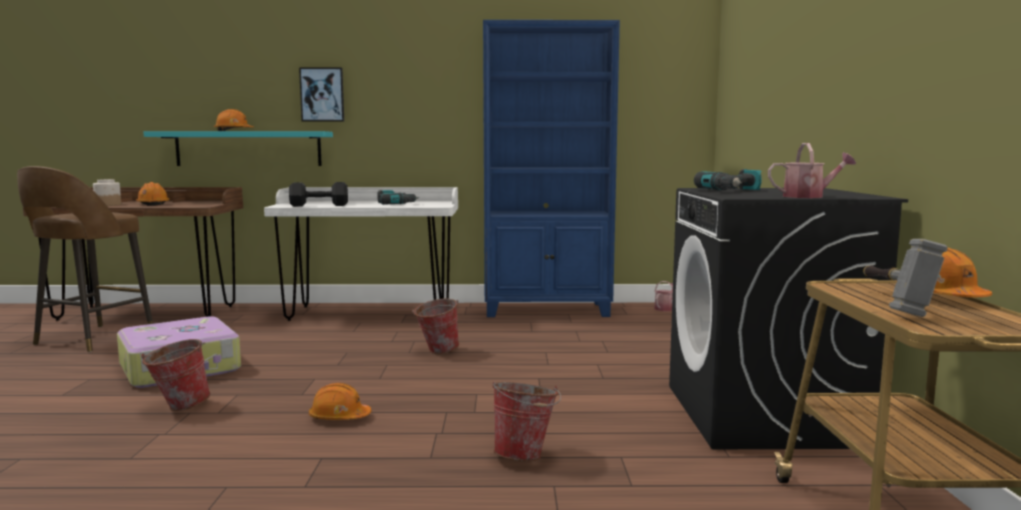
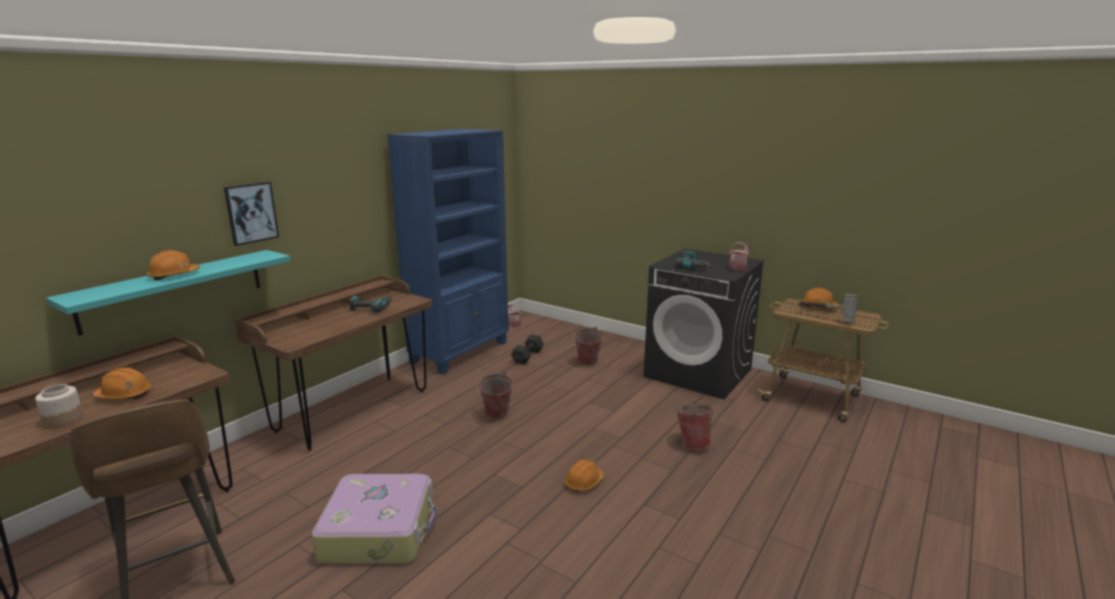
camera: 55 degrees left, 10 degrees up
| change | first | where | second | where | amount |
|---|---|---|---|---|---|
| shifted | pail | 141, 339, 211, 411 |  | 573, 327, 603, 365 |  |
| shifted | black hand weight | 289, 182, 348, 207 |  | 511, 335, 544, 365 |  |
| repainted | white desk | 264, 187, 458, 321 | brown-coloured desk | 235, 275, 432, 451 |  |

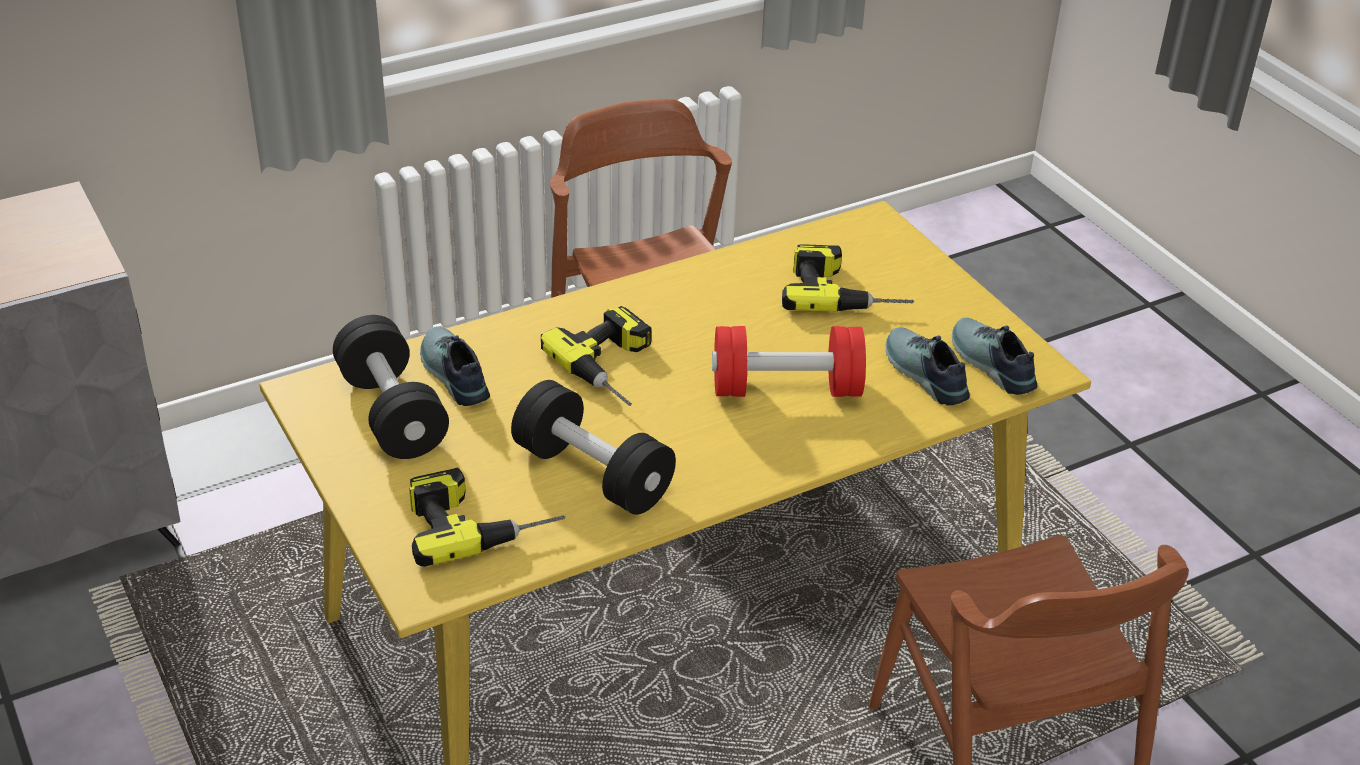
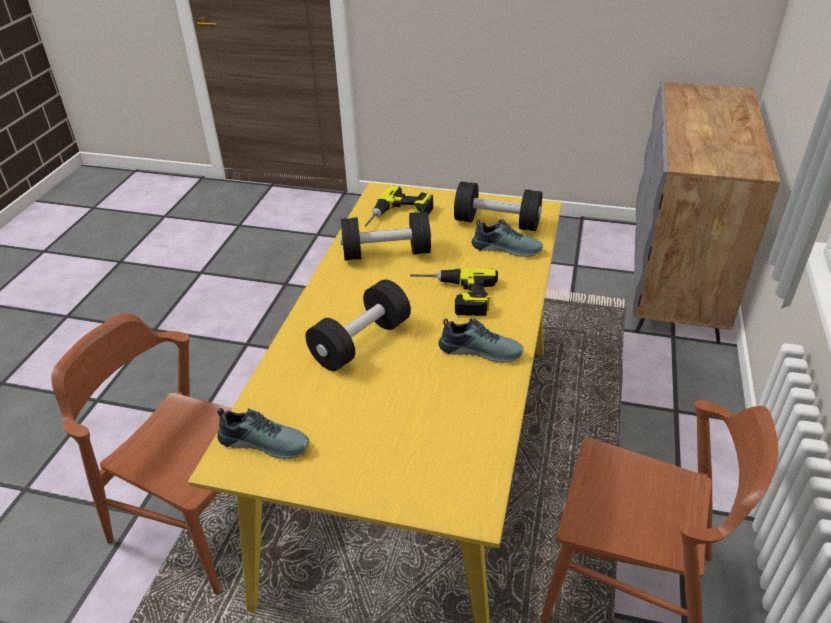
camera: 135 degrees right, 0 degrees up
| change | first | where | second | where | amount |
|---|---|---|---|---|---|
| gone | electric drill | 782, 244, 914, 312 |  |  |  |
| shifted | low shoe | 886, 327, 970, 405 |  | 439, 318, 523, 363 |  |
| repainted | red hand weight | 712, 326, 866, 397 | black hand weight | 306, 279, 411, 371 |  |

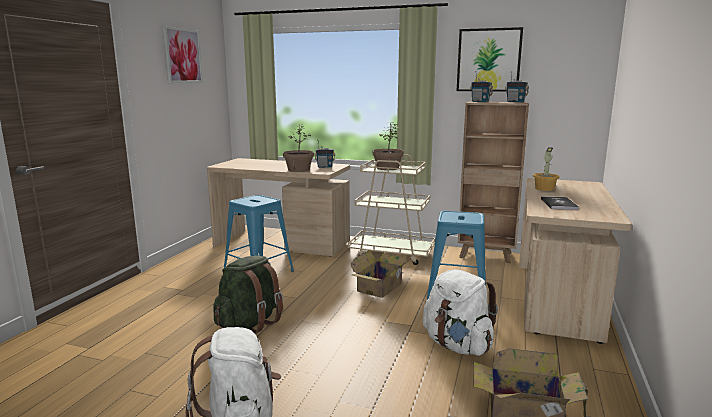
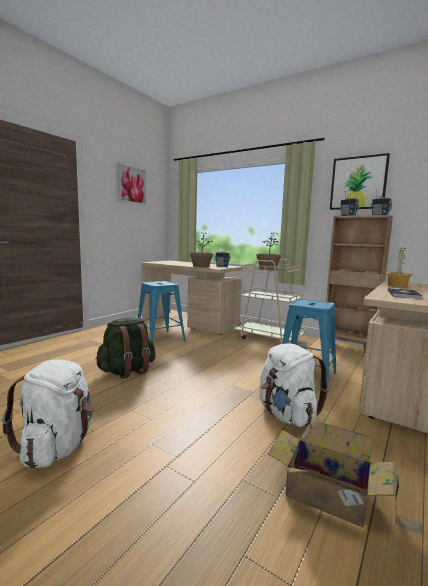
camera: 15 degrees right, 5 degrees down
| change | first | where | second | where | amount |
|---|---|---|---|---|---|
| gone | cardboard box | 351, 250, 409, 298 |  |  |  |

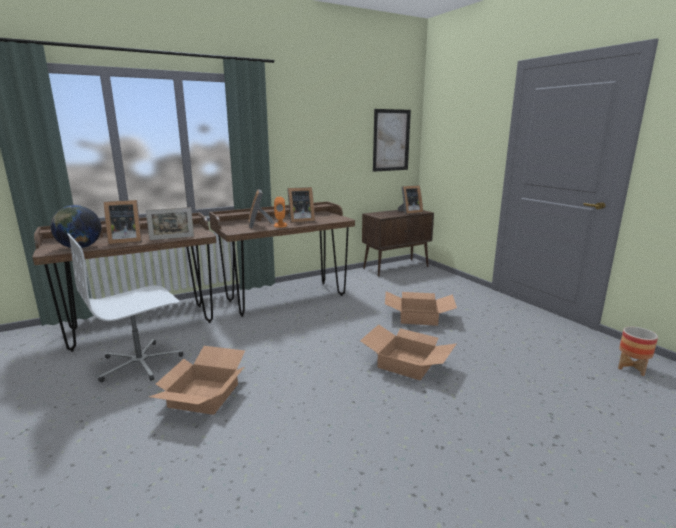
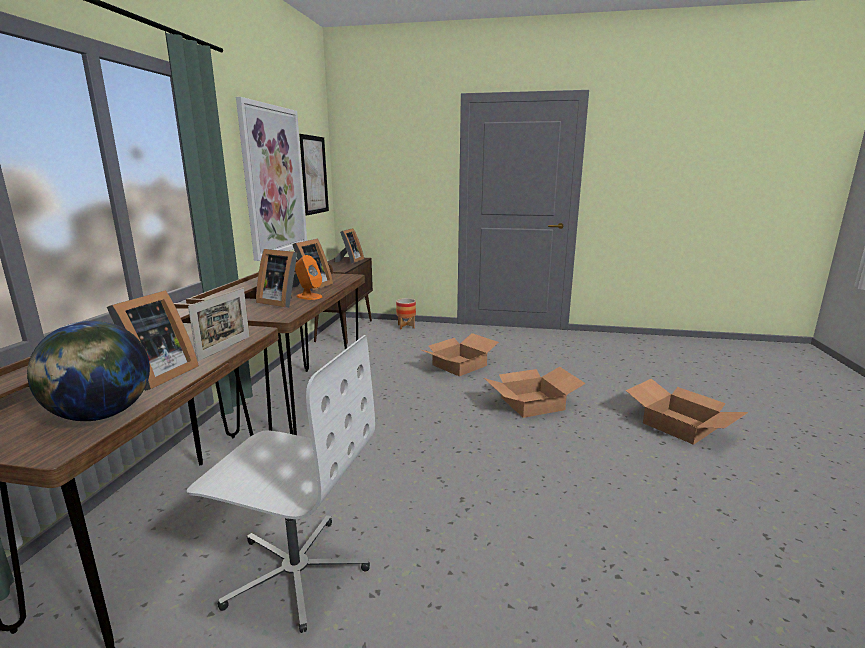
camera: 50 degrees left, 0 degrees up
| change | first | where | second | where | amount |
|---|---|---|---|---|---|
| new |  |  | wall art | 236, 97, 307, 261 |  |
| shifted | cardboard box | 149, 346, 245, 415 |  | 626, 379, 748, 445 |  |
| shifted | flower pot | 618, 327, 658, 376 |  | 396, 298, 416, 329 |  |
| rotated | white office chair | 67, 233, 183, 382 |  | 187, 335, 375, 633 | 75 degrees counterclockwise |

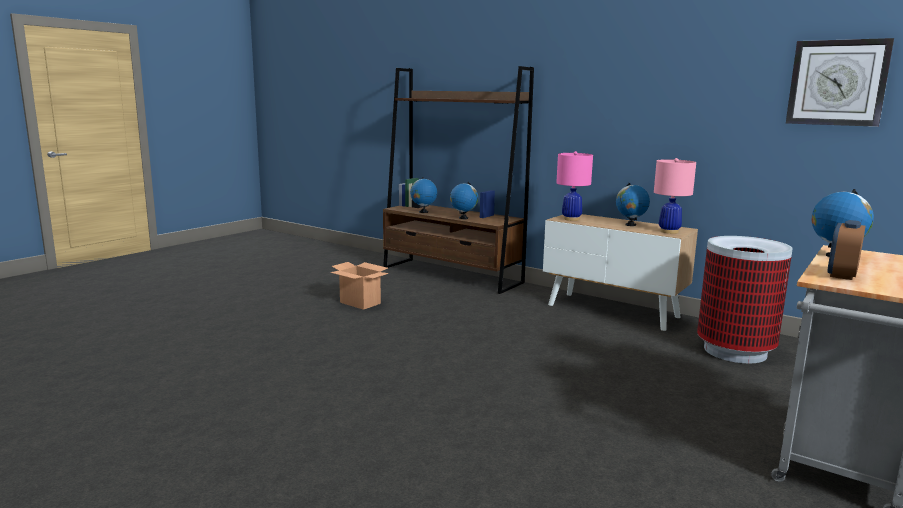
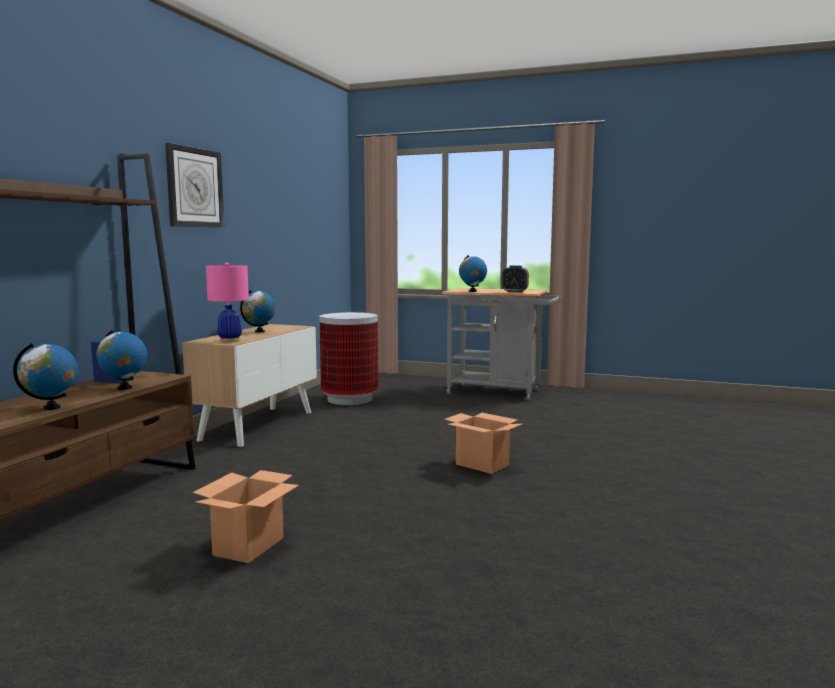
camera: 105 degrees left, 5 degrees down
| change | first | where | second | where | amount |
|---|---|---|---|---|---|
| gone | pinkish table lamp | 654, 158, 696, 234 |  |  |  |
| new |  |  | cardboard box | 444, 413, 522, 474 |  |
| shifted | wall clock | 786, 38, 894, 127 |  | 165, 143, 224, 228 |  |

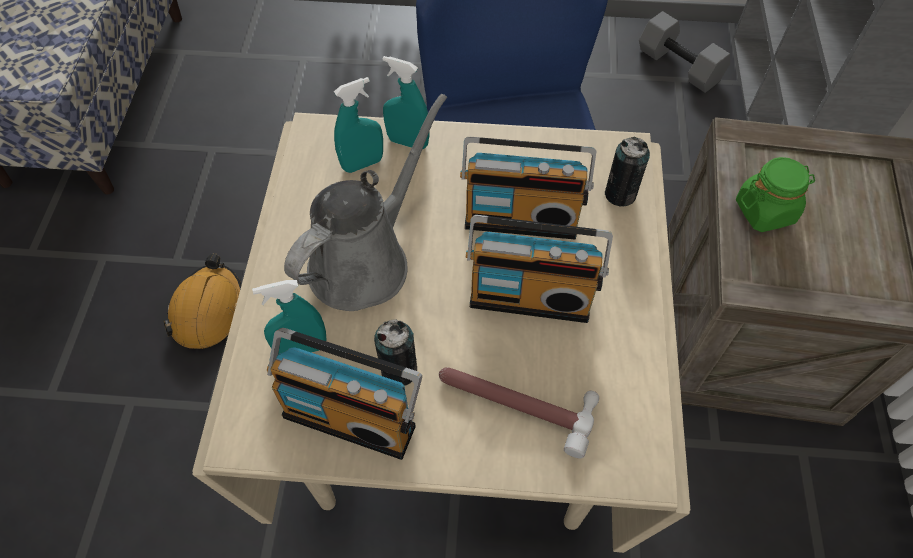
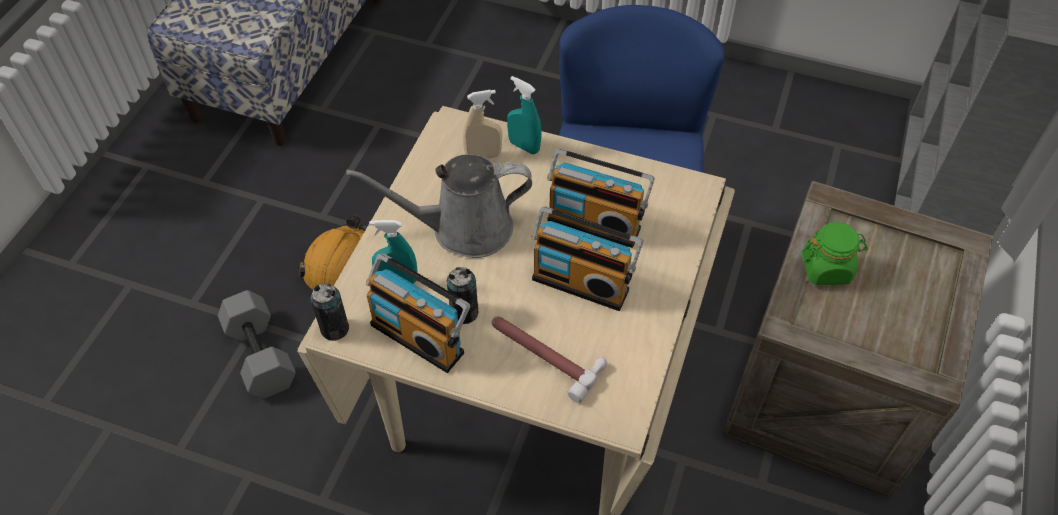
camera: 15 degrees right, 5 degrees down
| change | first | where | second | where | amount |
|---|---|---|---|---|---|
| shifted | can | 605, 137, 650, 207 |  | 311, 283, 349, 341 |  |
| shifted | grey hand weight | 639, 11, 730, 93 |  | 218, 290, 296, 399 |  |
| repainted | blue-green spray bottle | 334, 77, 383, 173 | sand-coloured spray bottle | 463, 90, 502, 159 |  |
| rotated | grey watering can | 284, 94, 447, 311 |  | 346, 154, 532, 258 | 150 degrees counterclockwise |

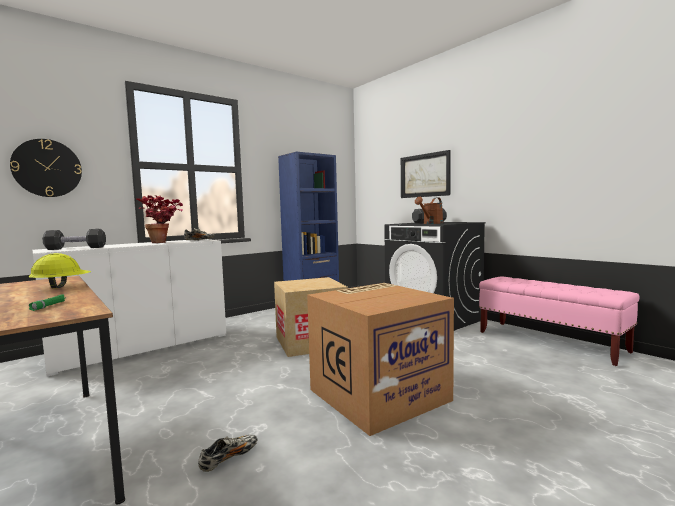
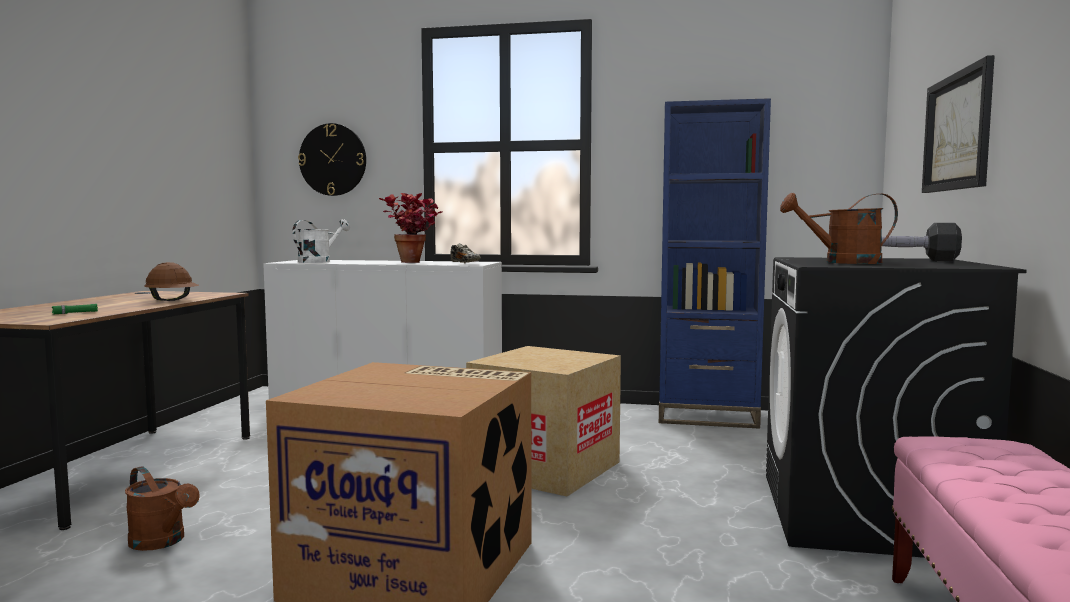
camera: 50 degrees right, 0 degrees up
| change | first | where | second | where | amount |
|---|---|---|---|---|---|
| swapped | black hand weight | 42, 229, 106, 250 | white watering can | 292, 219, 350, 263 |  |
| swapped | low shoe | 198, 435, 257, 472 | brown-coloured watering can | 125, 466, 200, 551 |  |
| repainted | yellowish hard hat | 28, 253, 91, 288 | brown-coloured hard hat | 144, 262, 199, 301 |  |

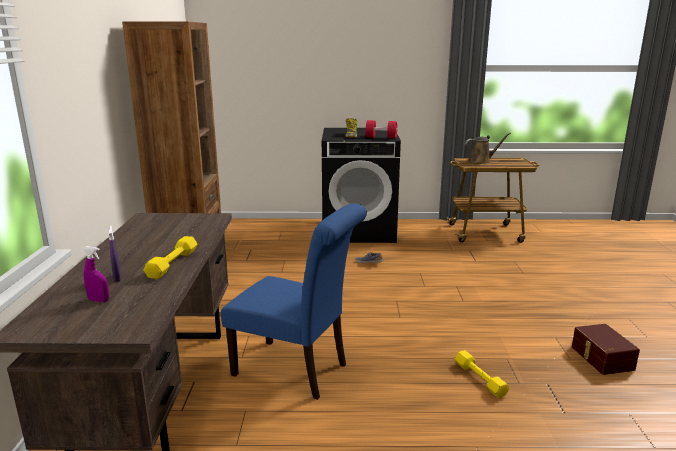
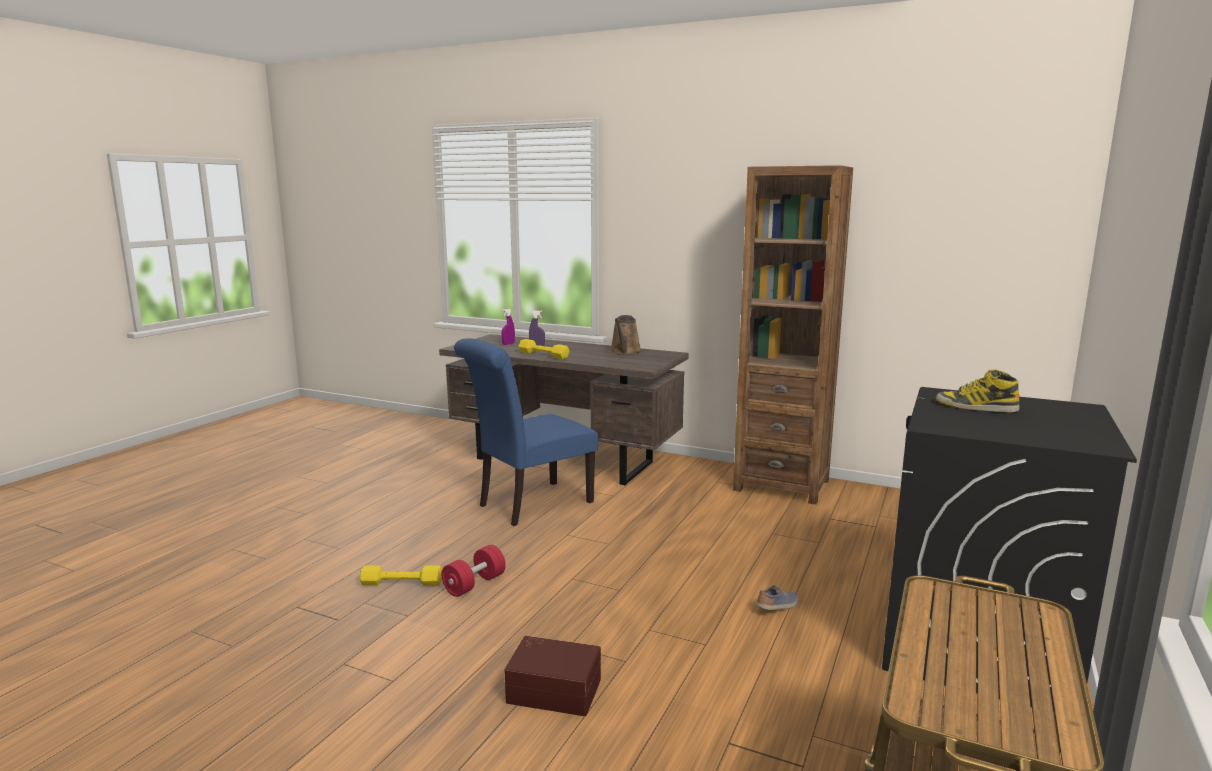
camera: 115 degrees right, 5 degrees down
| change | first | where | second | where | amount |
|---|---|---|---|---|---|
| shifted | red hand weight | 366, 120, 398, 139 |  | 442, 545, 506, 597 |  |
| shifted | brown-coloured watering can | 465, 132, 511, 164 |  | 610, 315, 642, 355 |  |
| shifted | brown-coloured storage container | 572, 324, 640, 375 |  | 505, 636, 601, 716 |  |

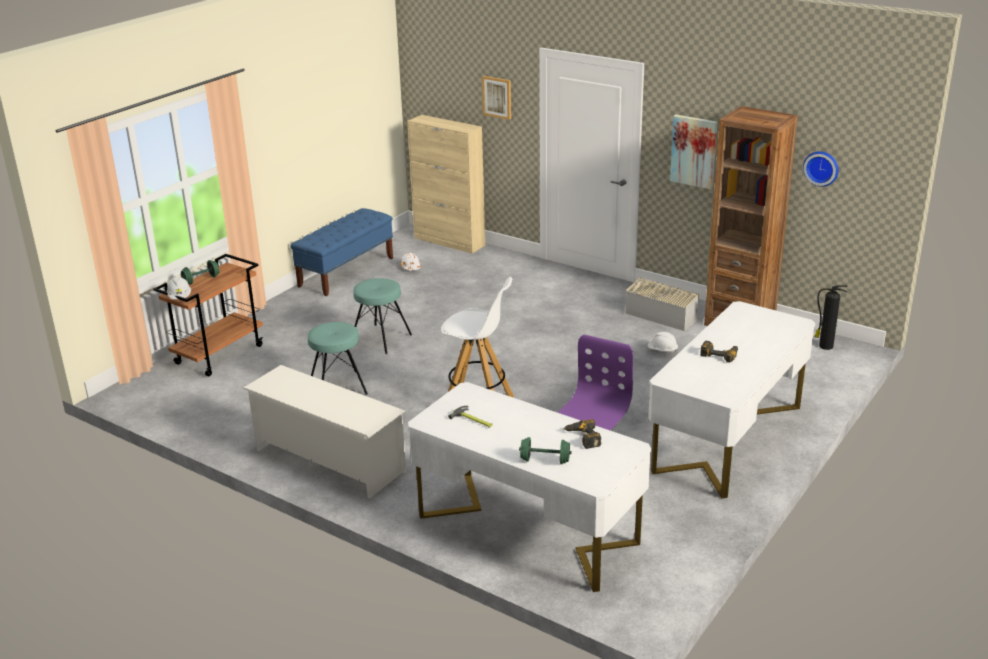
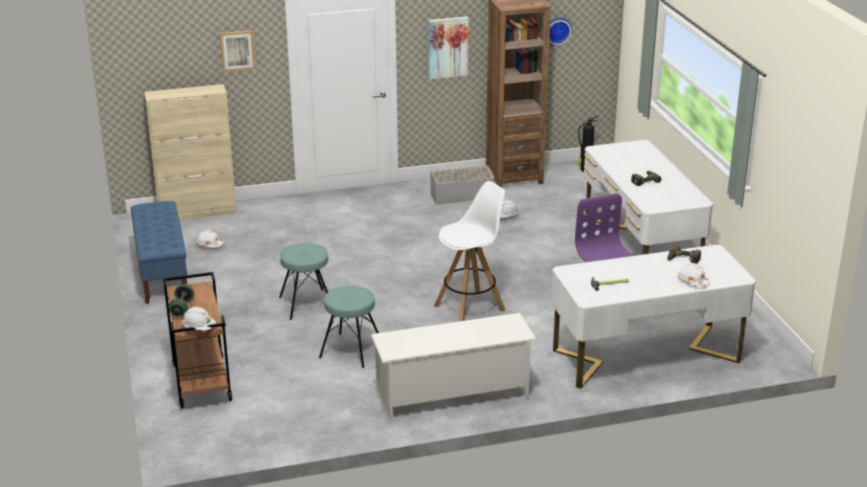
camera: 50 degrees left, 0 degrees up
| change | first | where | second | where | amount |
|---|---|---|---|---|---|
| swapped | greenish hand weight | 519, 437, 572, 464 | white hard hat | 678, 263, 710, 287 |  |

